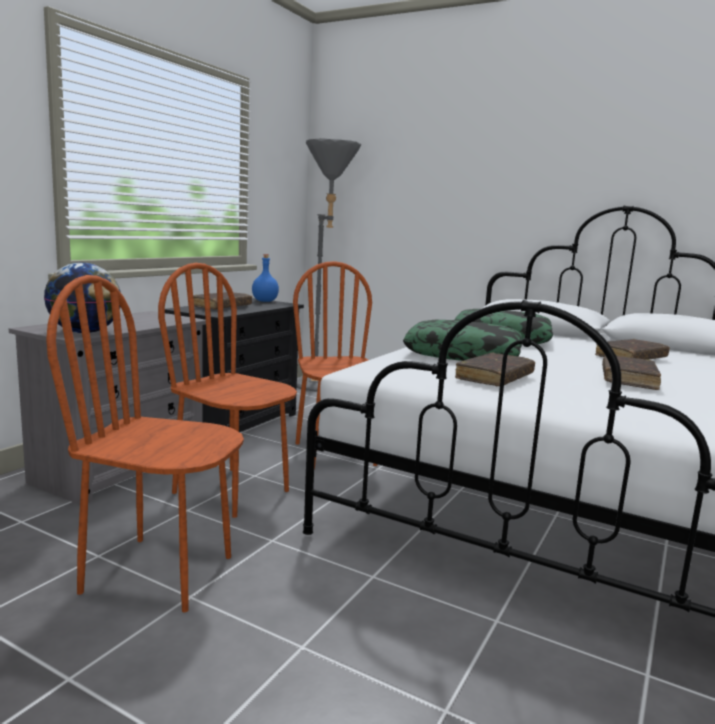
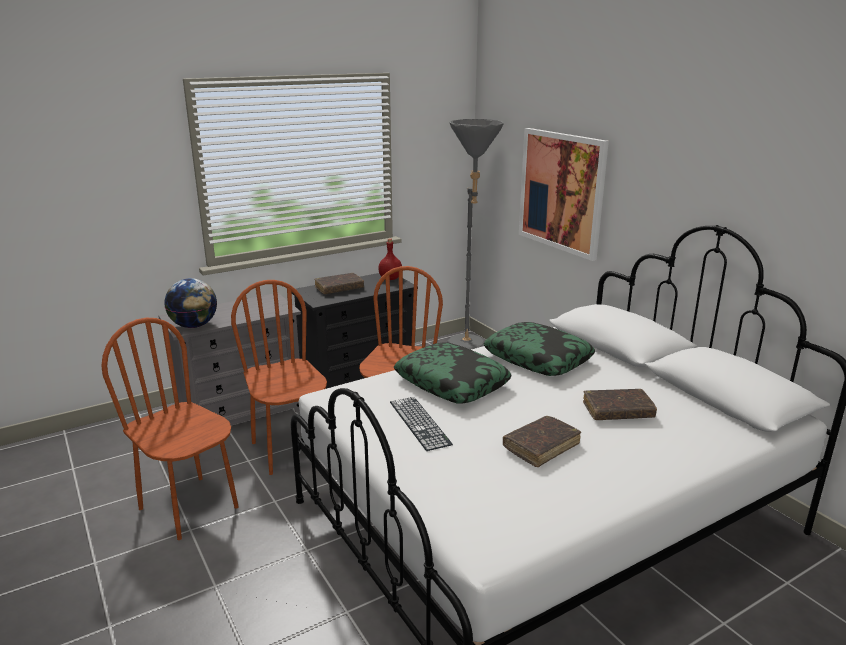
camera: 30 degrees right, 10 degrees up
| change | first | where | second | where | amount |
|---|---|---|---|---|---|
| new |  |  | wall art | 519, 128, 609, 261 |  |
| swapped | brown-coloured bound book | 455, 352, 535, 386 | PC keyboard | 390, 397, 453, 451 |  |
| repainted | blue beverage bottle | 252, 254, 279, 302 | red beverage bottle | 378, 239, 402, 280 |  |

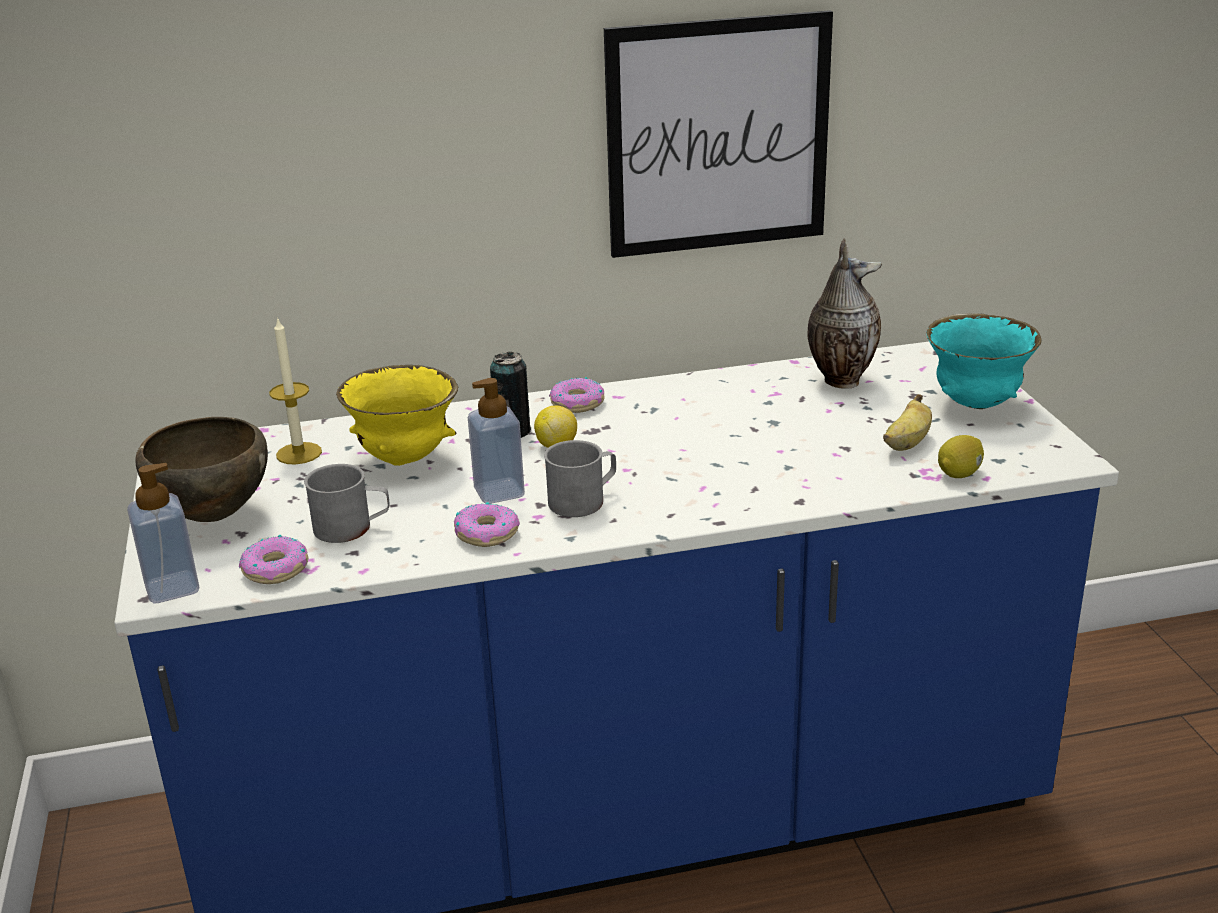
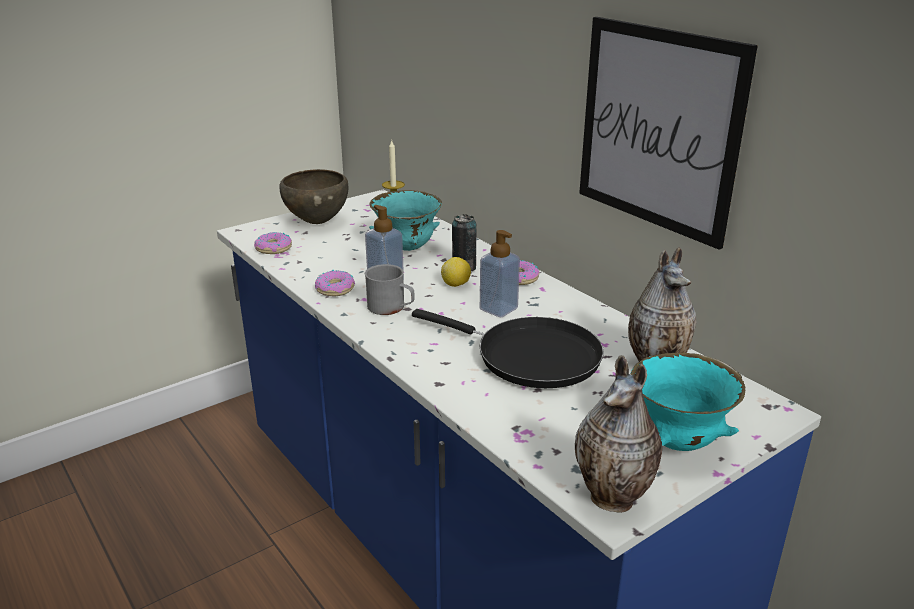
camera: 65 degrees right, 0 degrees up
| change | first | where | second | where | amount |
|---|---|---|---|---|---|
| gone | grey mug | 304, 464, 390, 543 |  |  |  |
| gone | whole banana | 883, 394, 932, 451 |  |  |  |
| gone | whole lemon | 938, 435, 984, 478 |  |  |  |
| new |  |  | black frying pan | 412, 309, 604, 388 |  |
| new |  |  | vase | 575, 355, 662, 513 |  |
| shifted | soap bottle | 127, 463, 200, 603 |  | 480, 230, 520, 317 |  |
| repainted | yellowish bowl | 336, 365, 458, 466 | blue-green bowl | 369, 190, 442, 251 |  |

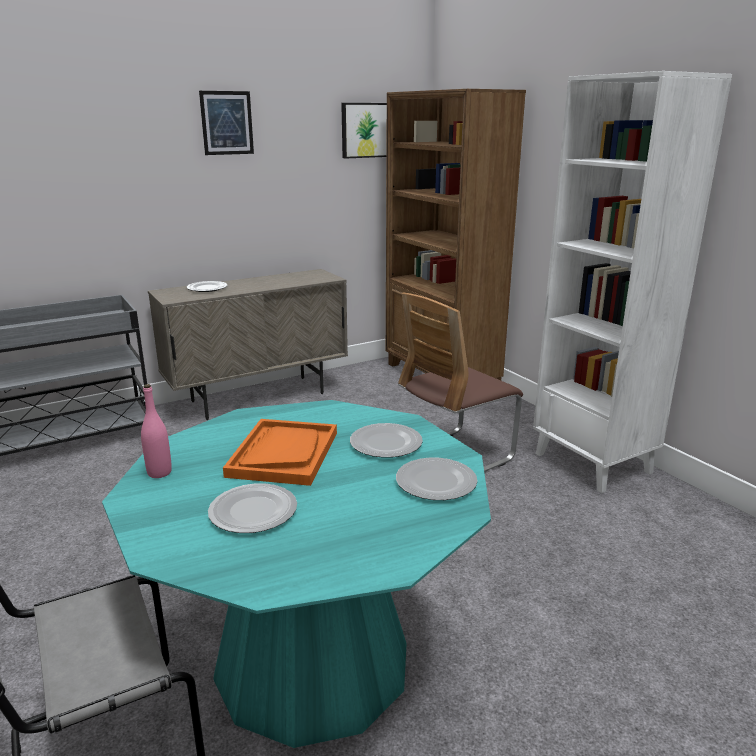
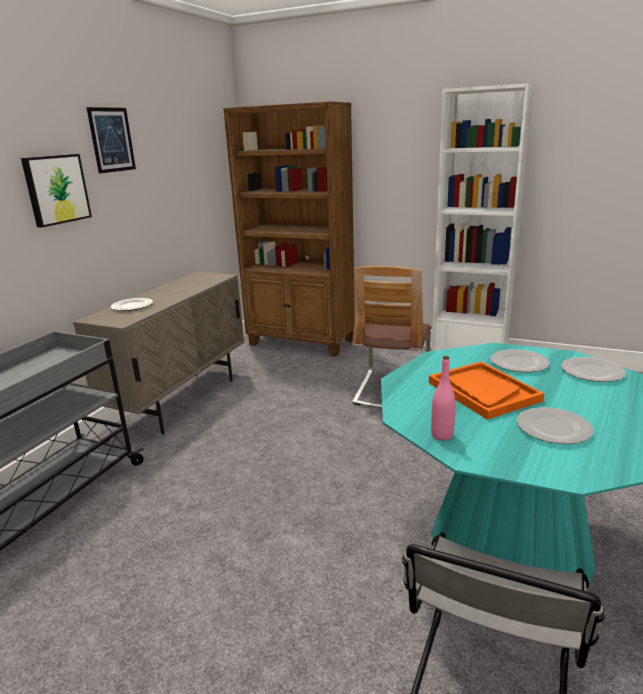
camera: 35 degrees left, 0 degrees up
| change | first | where | second | where | amount |
|---|---|---|---|---|---|
| shifted | wall art | 341, 103, 387, 159 |  | 21, 154, 92, 227 |  |

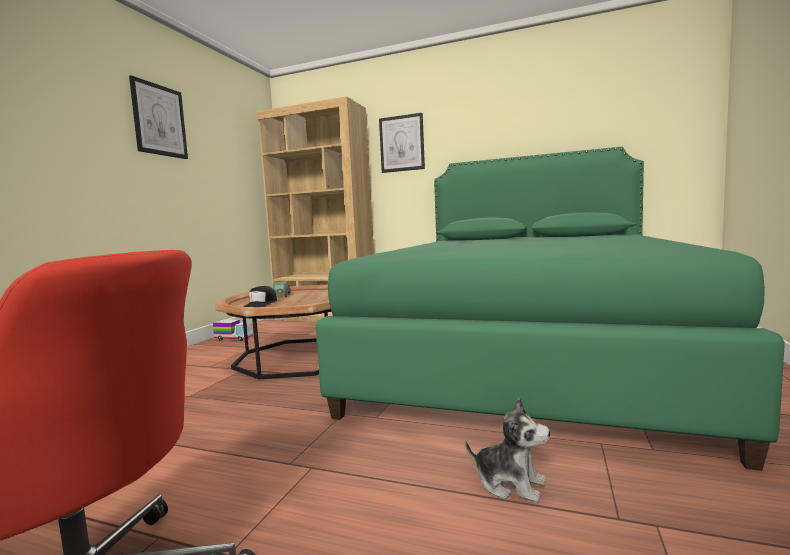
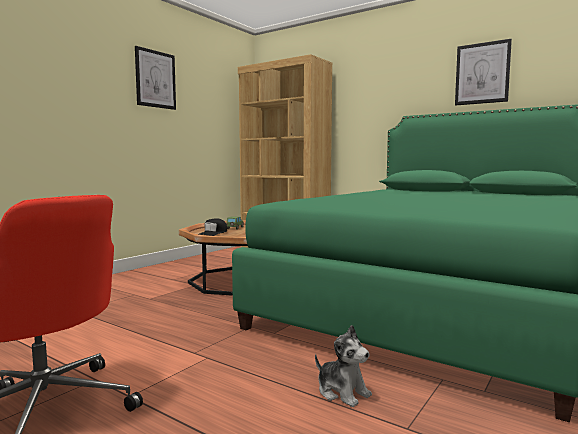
camera: 15 degrees right, 0 degrees up
| change | first | where | second | where | amount |
|---|---|---|---|---|---|
| gone | model truck | 213, 319, 253, 341 |  |  |  |
| shifted | wall art | 379, 113, 425, 173 |  | 455, 39, 512, 105 |  |

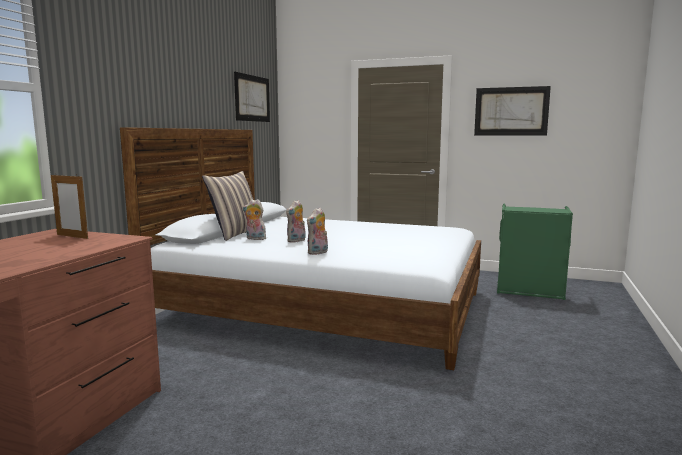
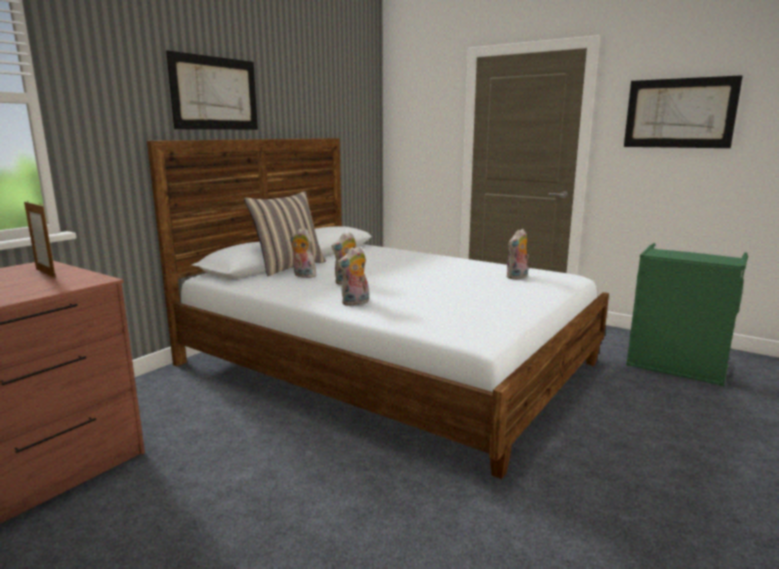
camera: 15 degrees right, 5 degrees up
| change | first | where | second | where | amount |
|---|---|---|---|---|---|
| new |  |  | plush toy | 506, 229, 529, 279 |  |
| shifted | wall art | 234, 72, 270, 122 |  | 166, 50, 258, 130 |  |

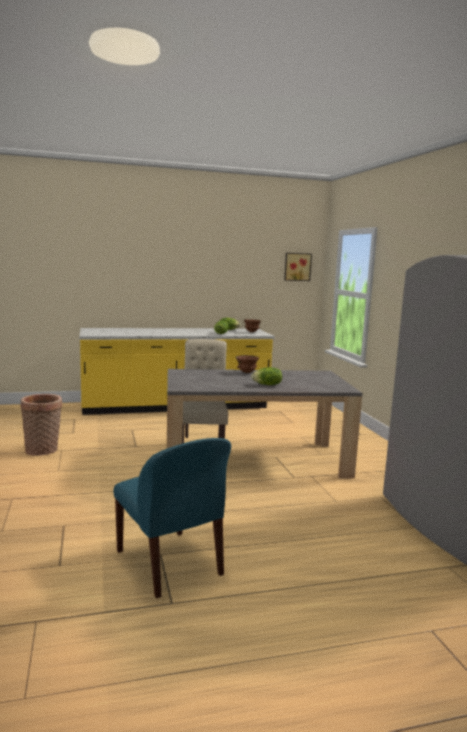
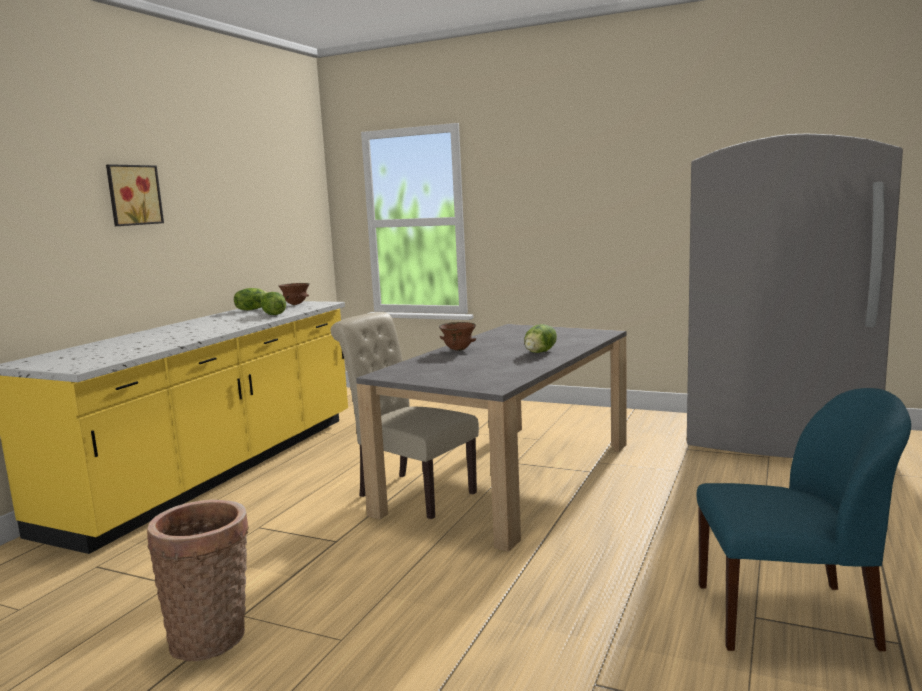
camera: 50 degrees left, 0 degrees up
| change | first | where | second | where | amount |
|---|---|---|---|---|---|
| shifted | wall art | 284, 253, 312, 281 |  | 106, 164, 164, 226 |  |

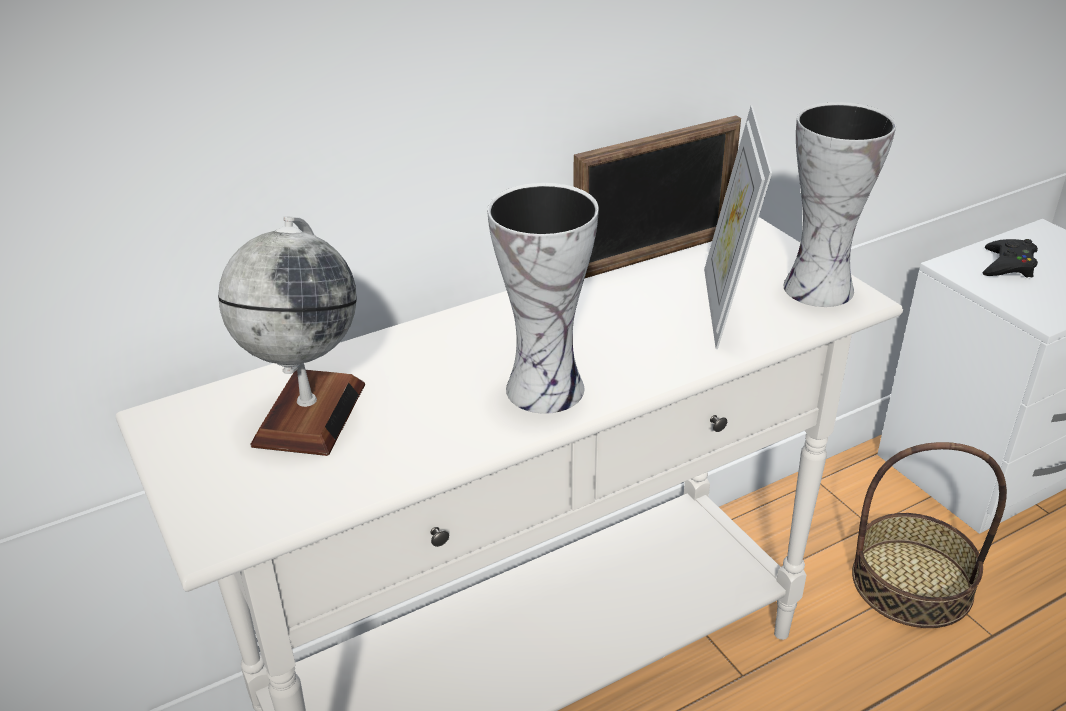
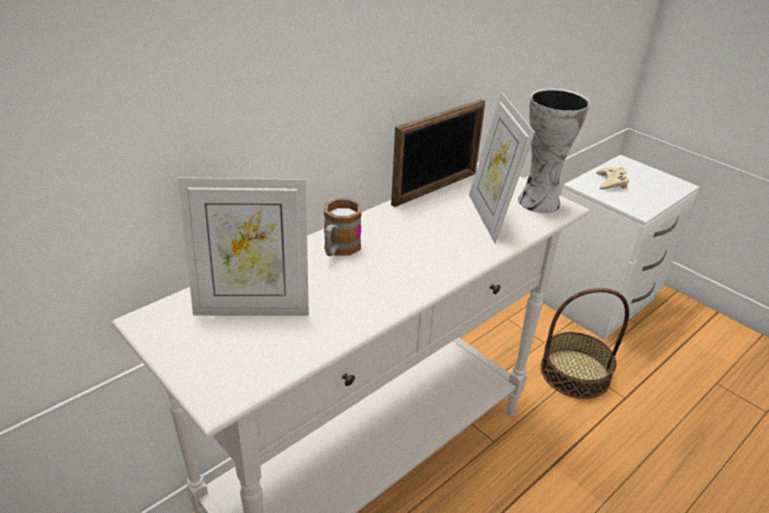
camera: 15 degrees left, 0 degrees up
| change | first | where | second | where | amount |
|---|---|---|---|---|---|
| gone | vase | 487, 183, 599, 414 |  |  |  |
| new |  |  | mug | 324, 198, 362, 256 |  |
| swapped | desk globe | 218, 217, 365, 456 | picture frame | 178, 177, 309, 316 |  |
| repainted | black game controller | 983, 239, 1038, 278 | sand-coloured game controller | 596, 167, 629, 189 |  |

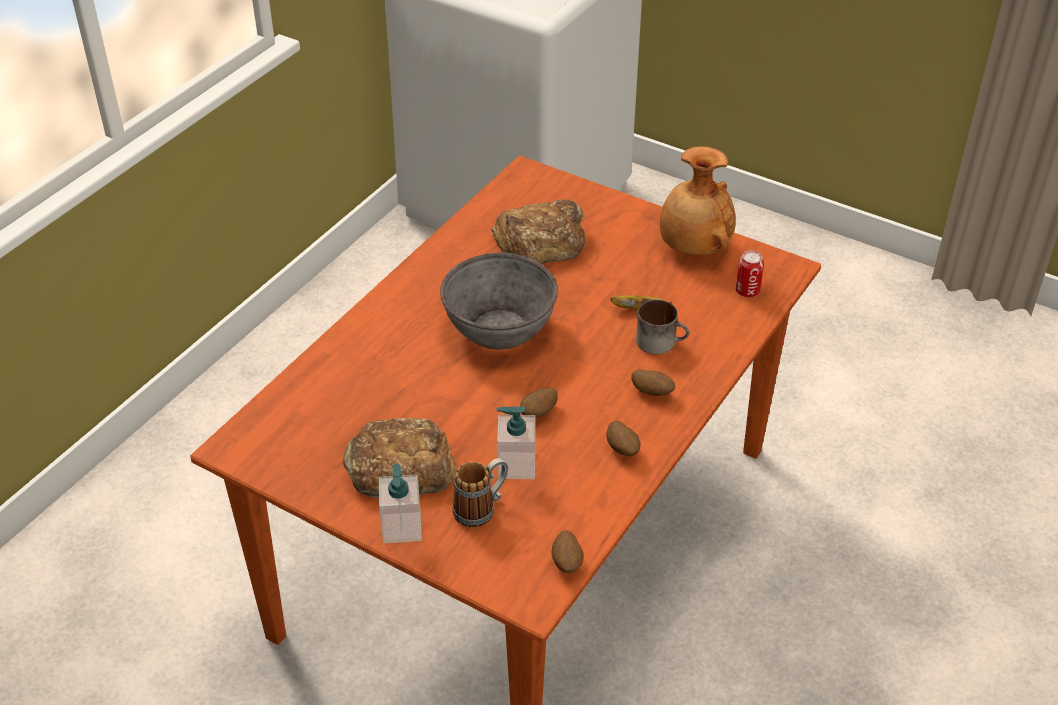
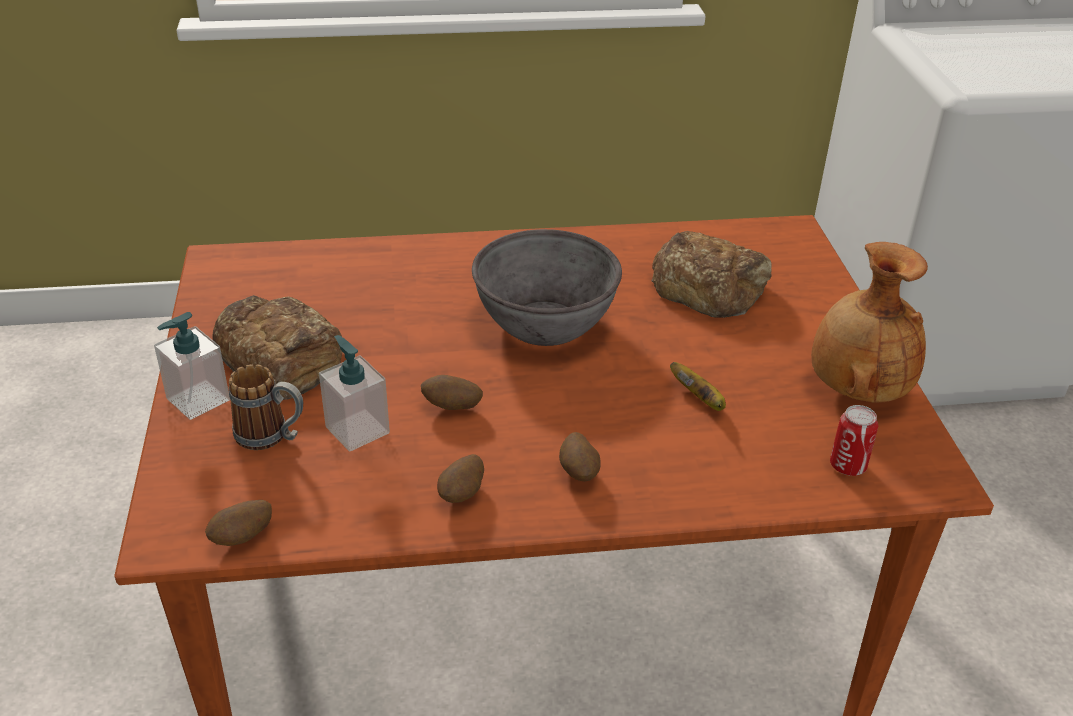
camera: 50 degrees right, 5 degrees down
| change | first | where | second | where | amount |
|---|---|---|---|---|---|
| gone | mug | 636, 300, 689, 354 |  |  |  |

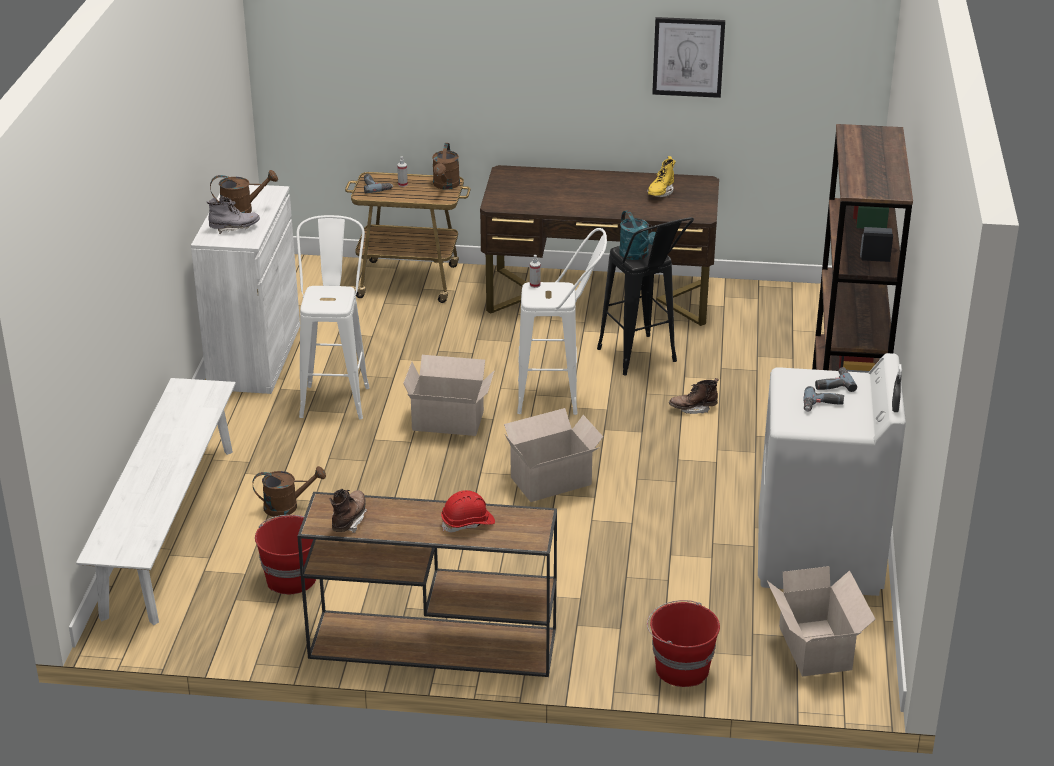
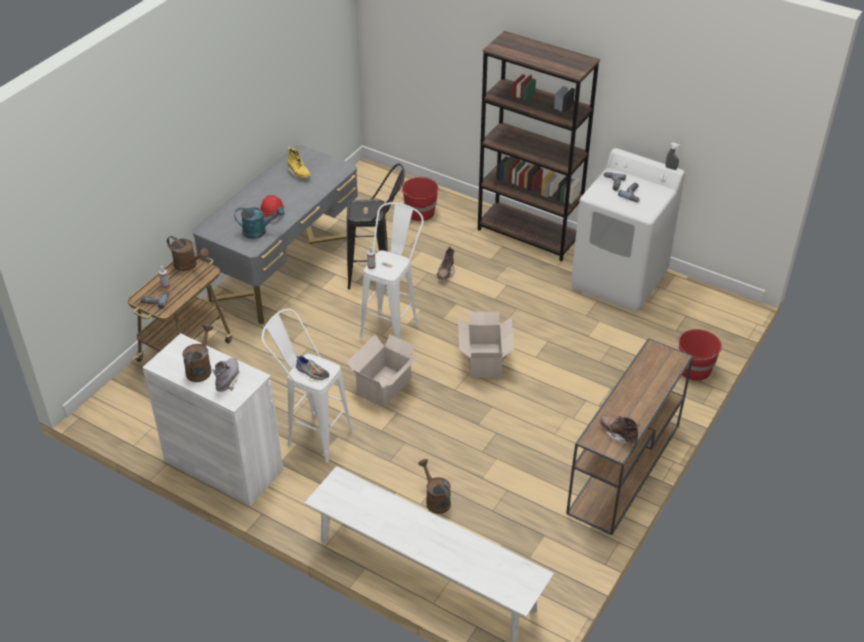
camera: 65 degrees left, 10 degrees up
| change | first | where | second | where | amount |
|---|---|---|---|---|---|
| gone | wall art | 652, 17, 725, 98 |  |  |  |
| gone | cardboard box | 767, 566, 876, 677 |  |  |  |
| new |  |  | low shoe | 296, 356, 329, 382 |  |
| shifted | red pail | 255, 515, 316, 594 |  | 401, 176, 439, 221 |  |
| shifted | red hard hat | 441, 490, 495, 532 |  | 260, 195, 284, 223 |  |
| shifted | blue-green watering can | 619, 210, 656, 260 |  | 234, 207, 285, 239 |  |
| repainted | brown-coloured desk | 480, 165, 719, 326 | grey desk | 192, 145, 358, 324 |  |
| rotated | brown-coloured watering can | 253, 466, 326, 517 |  | 418, 459, 451, 514 | 45 degrees counterclockwise |

